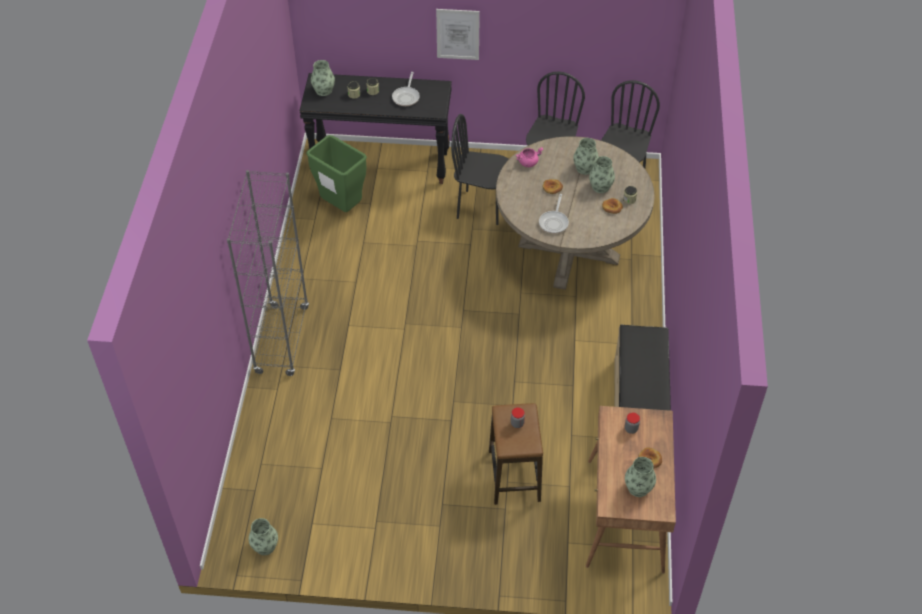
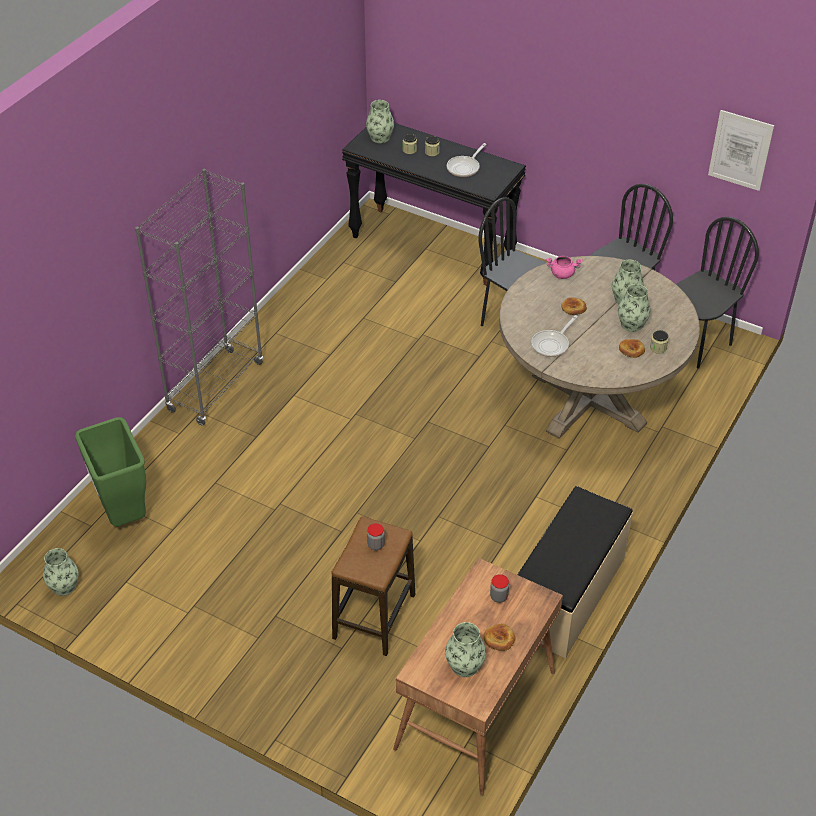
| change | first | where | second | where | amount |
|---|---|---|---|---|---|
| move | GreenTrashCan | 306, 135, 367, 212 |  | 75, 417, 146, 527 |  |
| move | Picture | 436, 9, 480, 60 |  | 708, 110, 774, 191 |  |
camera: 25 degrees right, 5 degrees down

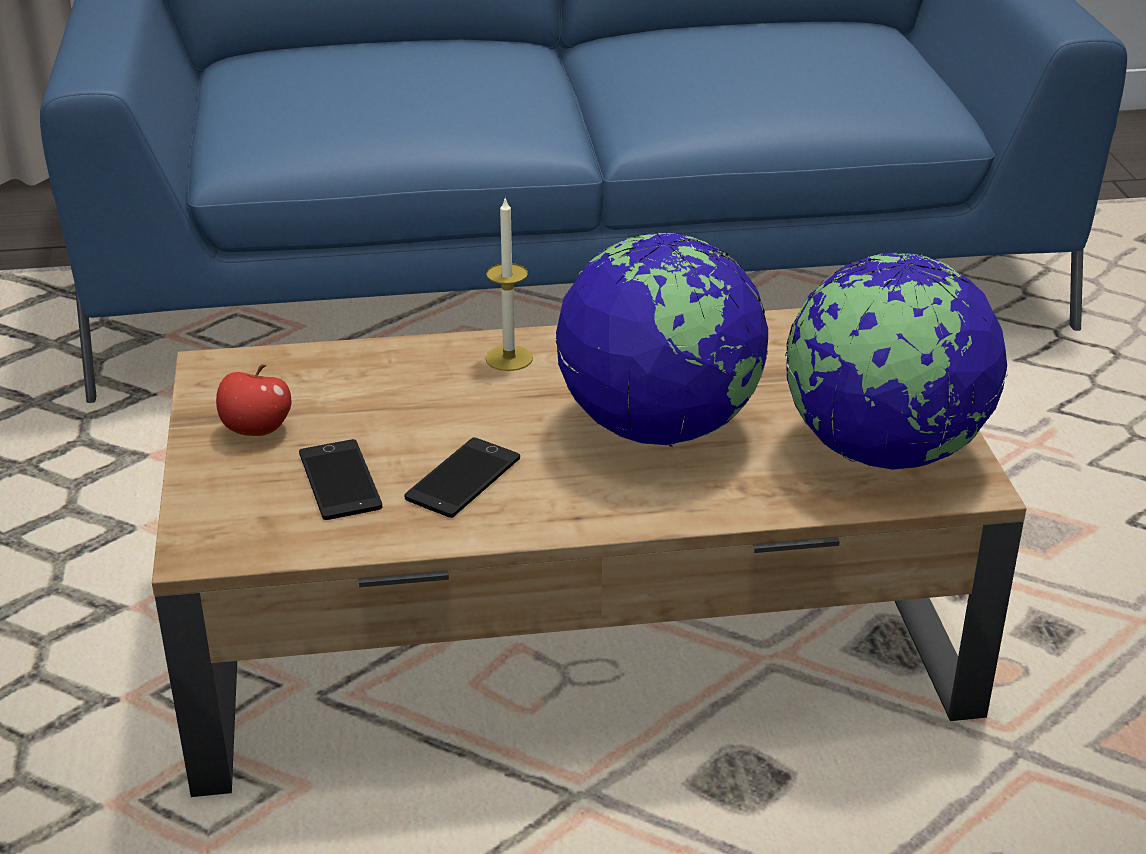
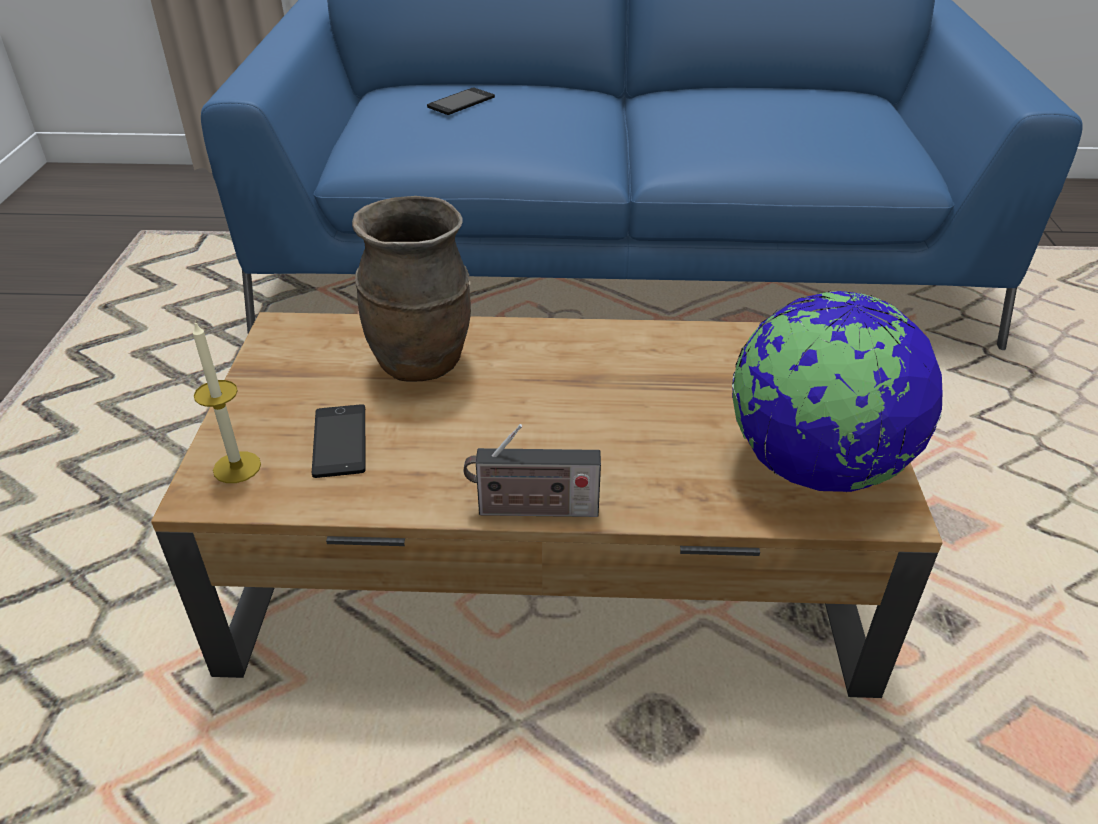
| change | first | where | second | where | amount |
|---|---|---|---|---|---|
| delete | Apple | 216, 364, 291, 436 |  |  |  |
| delete | Globe | 555, 232, 768, 447 |  |  |  |
| insert |  |  | BrownVase | 352, 196, 471, 382 |  |
| insert |  |  | Radio | 463, 424, 601, 517 |  |
| move | Phone | 405, 437, 520, 518 |  | 427, 88, 495, 115 |  |
| move | Candle | 485, 197, 533, 371 |  | 193, 321, 261, 483 |  |
camera: 10 degrees right, 5 degrees up

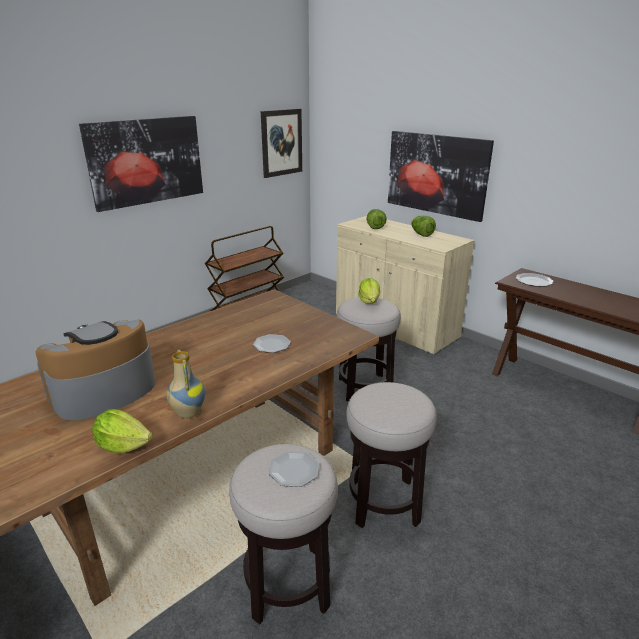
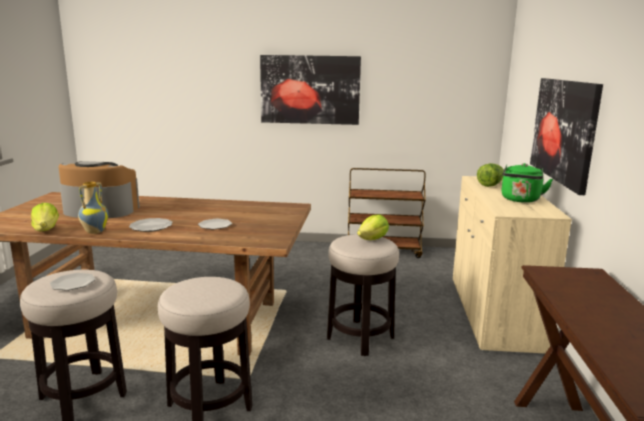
| change | first | where | second | where | amount |
|---|---|---|---|---|---|
| delete | Picture | 261, 109, 302, 178 |  |  |  |
| move | Plate | 515, 273, 554, 287 |  | 129, 218, 173, 232 |  |
| replace | Lettuce | 411, 216, 436, 237 | GreenKettle | 502, 163, 553, 203 |  |
camera: 50 degrees right, 10 degrees down

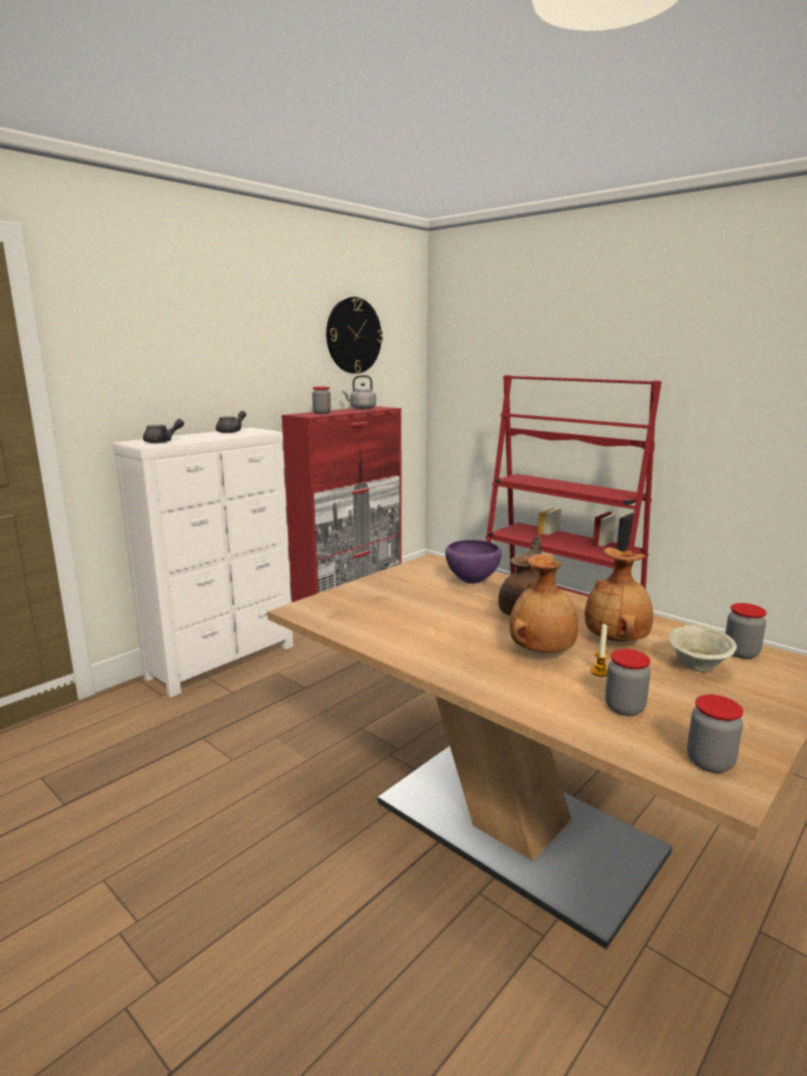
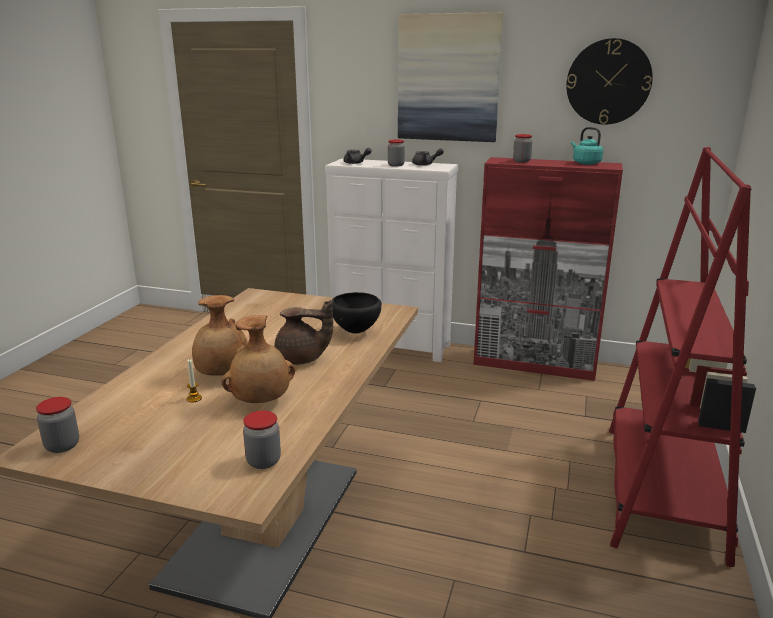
| change | first | where | second | where | amount |
|---|---|---|---|---|---|
| delete | BeigeBowl | 669, 625, 737, 672 |  |  |  |
| insert |  |  | Picture | 398, 12, 504, 142 |  |
| move | Jar | 605, 649, 651, 716 |  | 388, 140, 405, 167 |  |
| recolor | GreyKettle | 342, 375, 376, 409 | TurquoiseKettle | 571, 127, 603, 165 |  |
| recolor | PurpleBowl | 445, 540, 502, 584 | BlackBowl | 332, 292, 382, 333 |  |
camera: 65 degrees right, 5 degrees up

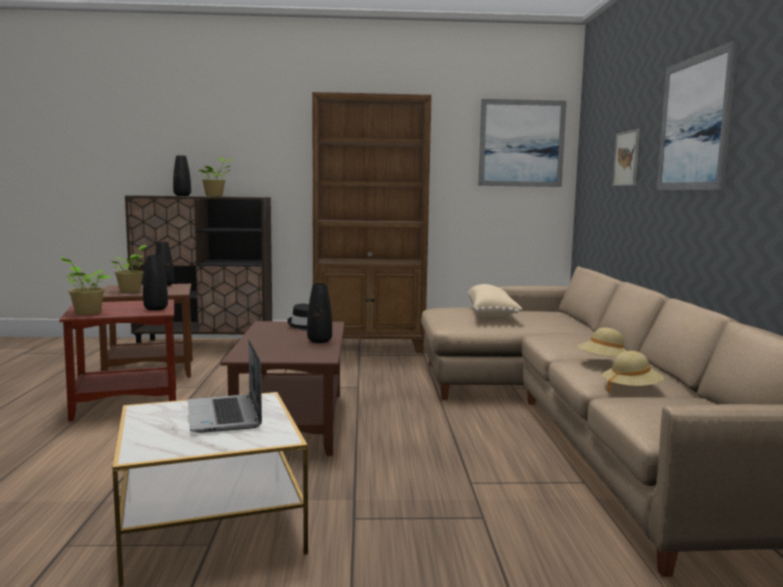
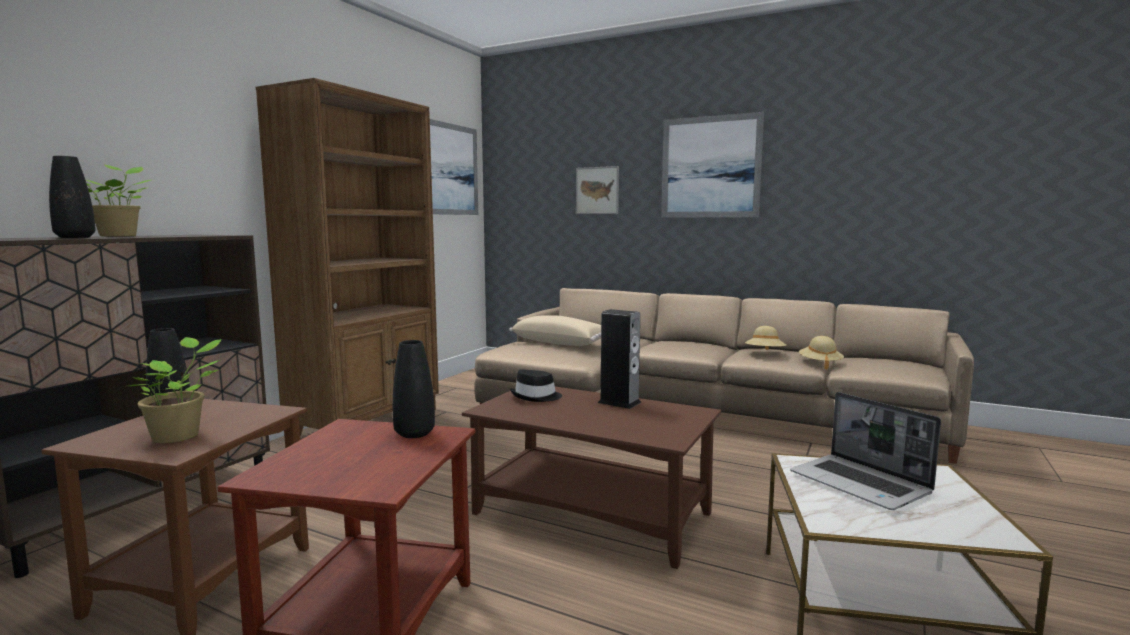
| change | first | where | second | where | amount |
|---|---|---|---|---|---|
| delete | PottedPlant | 61, 257, 111, 315 |  |  |  |
| replace | BlackVase | 307, 283, 332, 343 | Speaker | 598, 309, 641, 409 |  |
| rotate | Laptop | 188, 339, 262, 433 |  | 790, 392, 941, 510 | 45 degrees clockwise |
camera: 60 degrees left, 0 degrees up

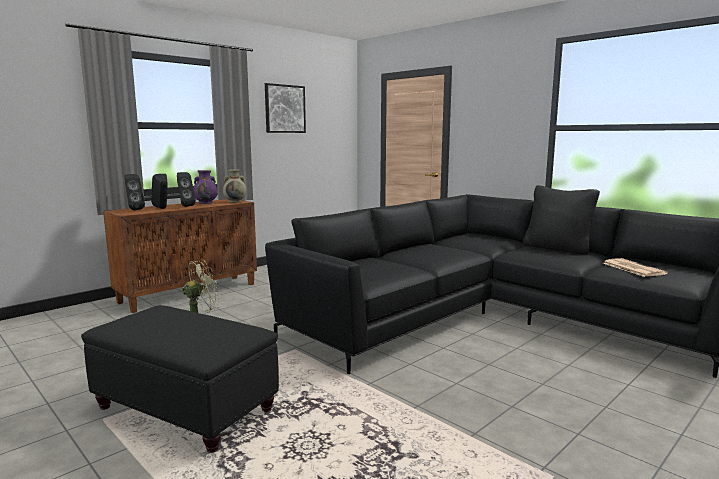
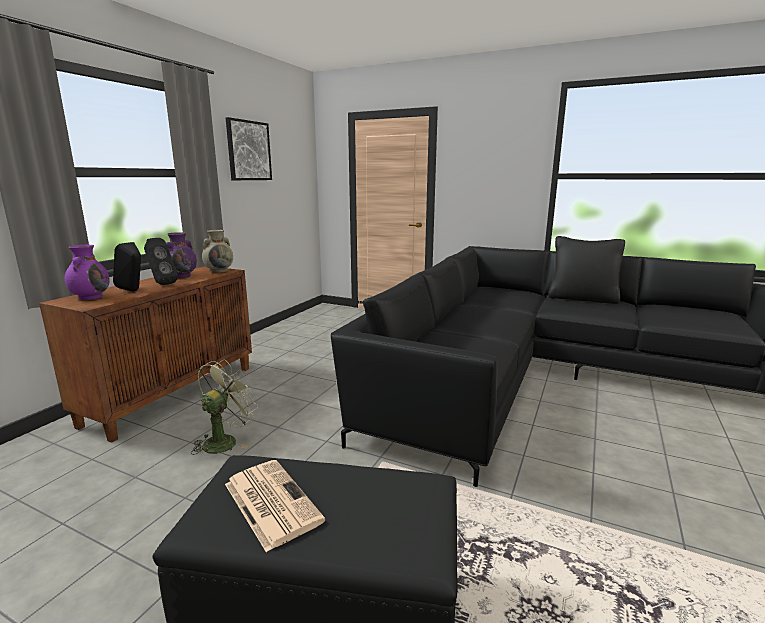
| change | first | where | second | where | amount |
|---|---|---|---|---|---|
| move | Newspaper | 603, 258, 668, 277 |  | 225, 460, 325, 552 |  |
| replace | BlackSpeaker | 124, 174, 145, 211 | PurpleVase | 65, 245, 110, 300 |  |
camera: 20 degrees left, 5 degrees up

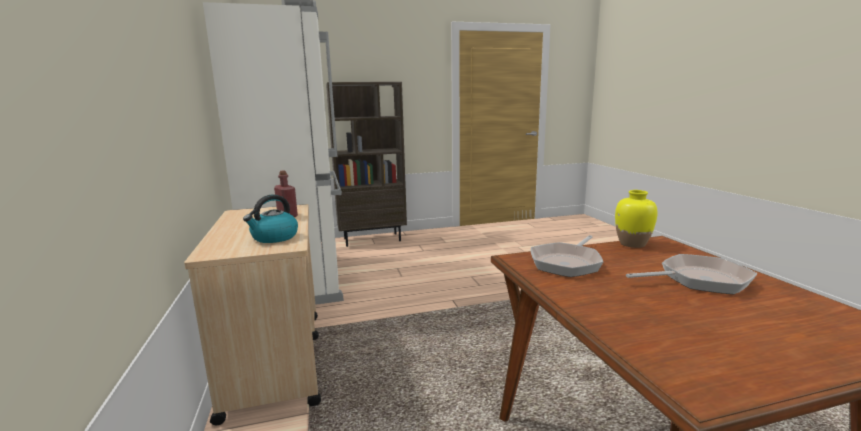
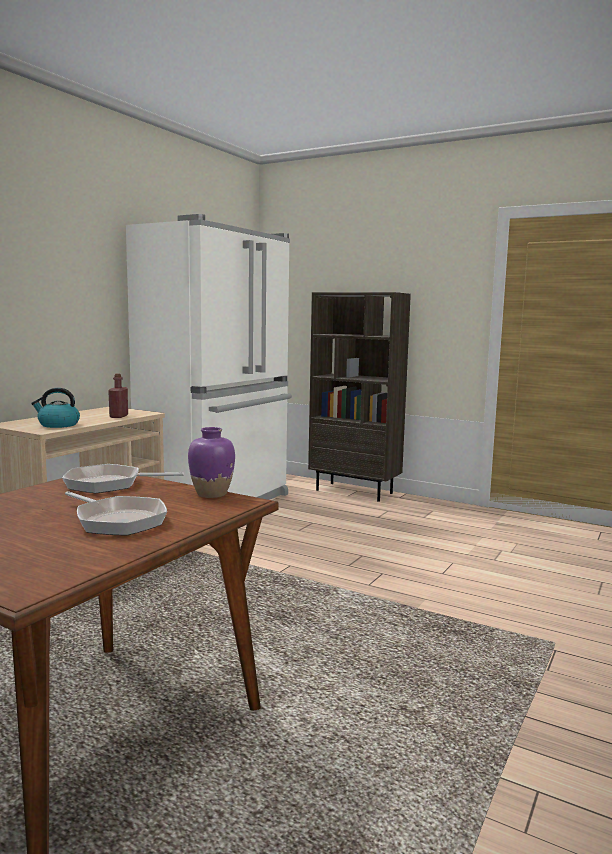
| change | first | where | second | where | amount |
|---|---|---|---|---|---|
| recolor | YellowVase | 615, 190, 658, 248 | PurpleVase | 188, 427, 235, 498 |  |
camera: 45 degrees right, 5 degrees down

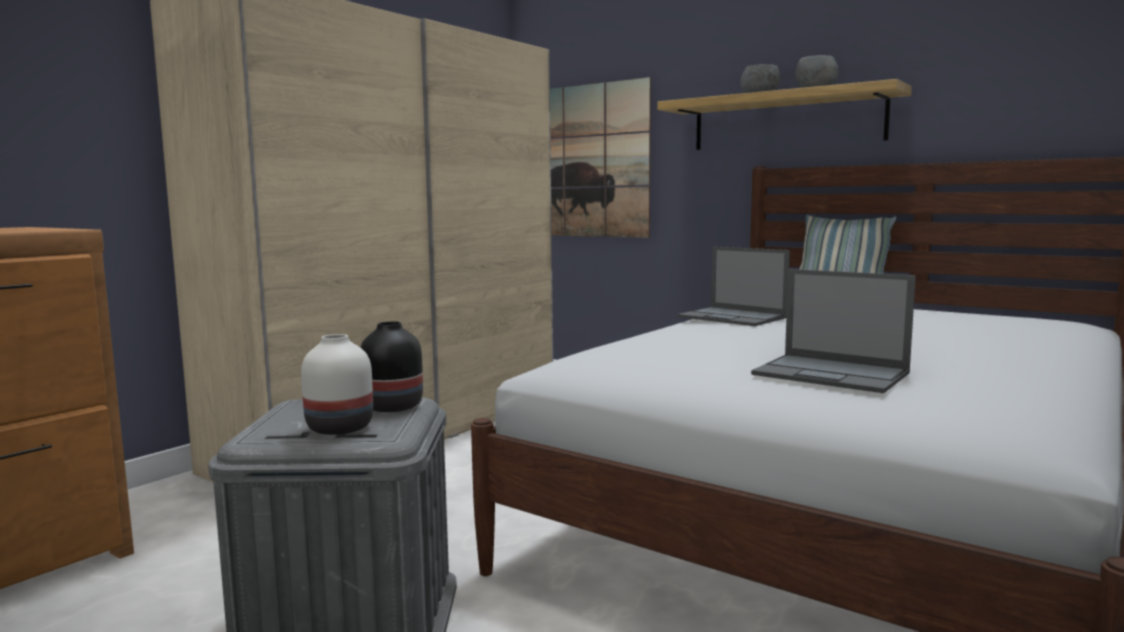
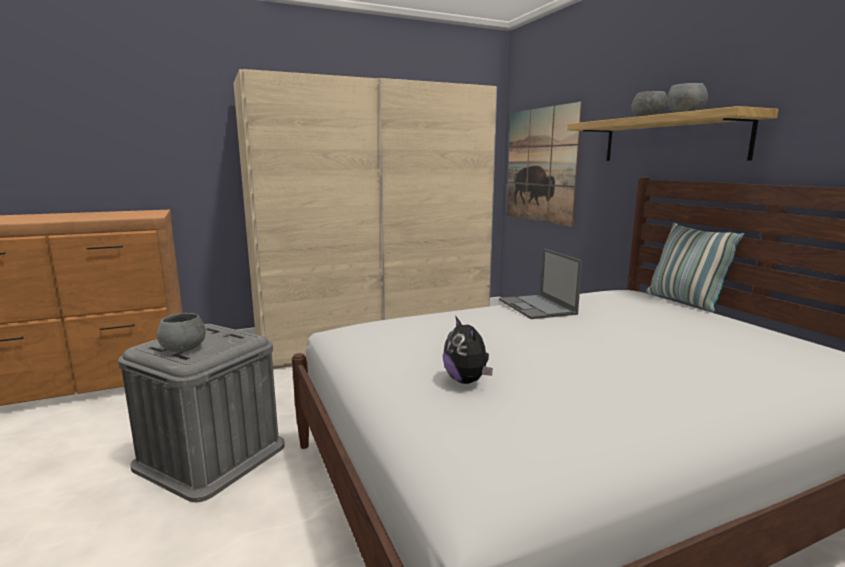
| change | first | where | second | where | amount |
|---|---|---|---|---|---|
| delete | BlackVase | 360, 321, 423, 412 |  |  |  |
| replace | WhiteVase | 301, 334, 373, 435 | GreyBowl | 157, 313, 206, 352 |  |
| replace | Laptop | 751, 269, 916, 393 | PlushToy | 443, 317, 493, 384 |  |
camera: 30 degrees right, 5 degrees up

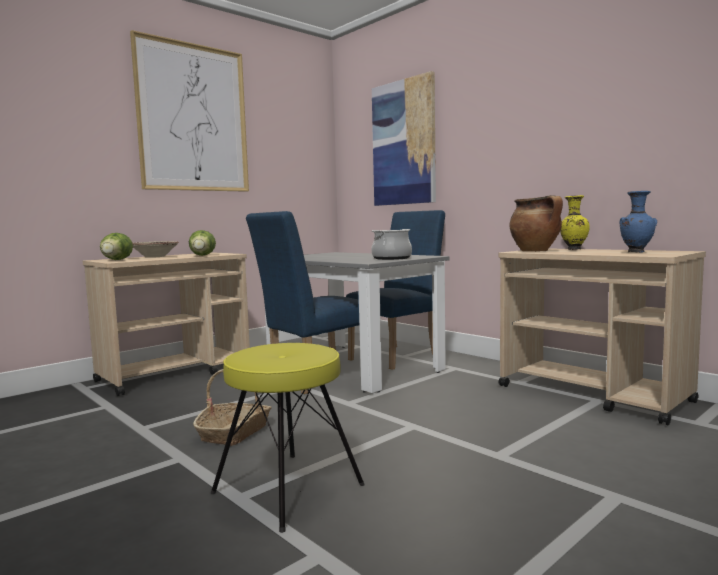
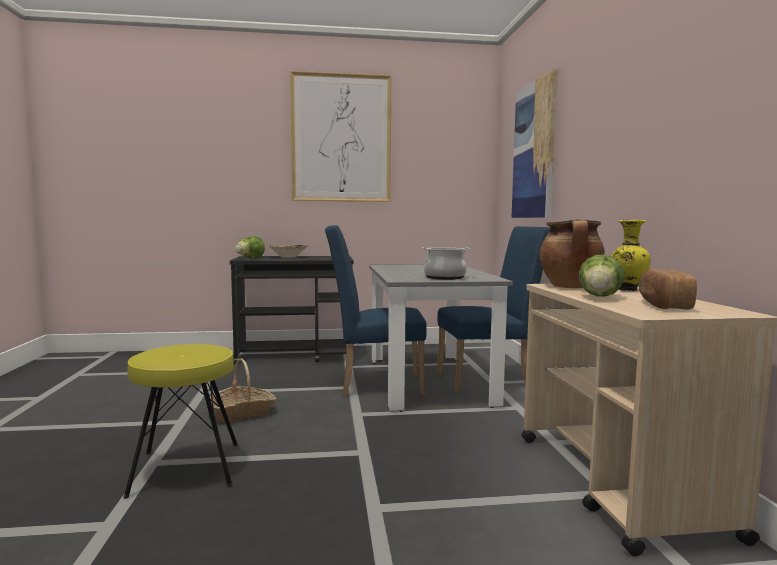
| change | first | where | second | where | amount |
|---|---|---|---|---|---|
| move | Lettuce | 189, 230, 216, 256 |  | 579, 254, 625, 297 |  |
| replace | BlueVase | 619, 191, 657, 253 | Bread | 639, 268, 697, 310 |  |
| recolor | BeigeCart | 83, 252, 250, 396 | BlackCart | 230, 256, 354, 365 |  |
camera: 35 degrees right, 0 degrees up

